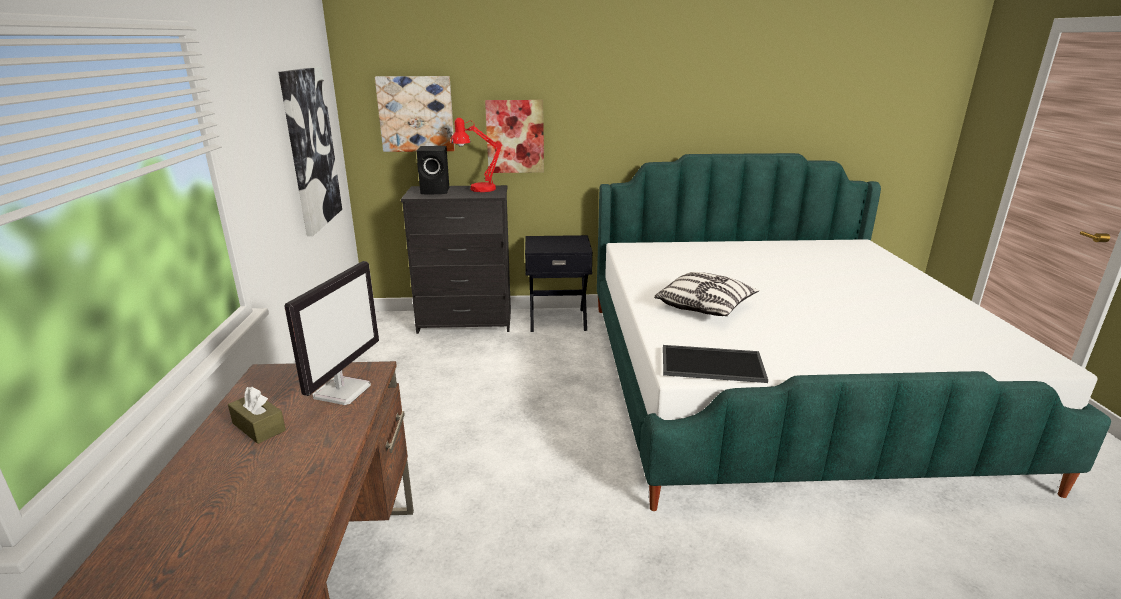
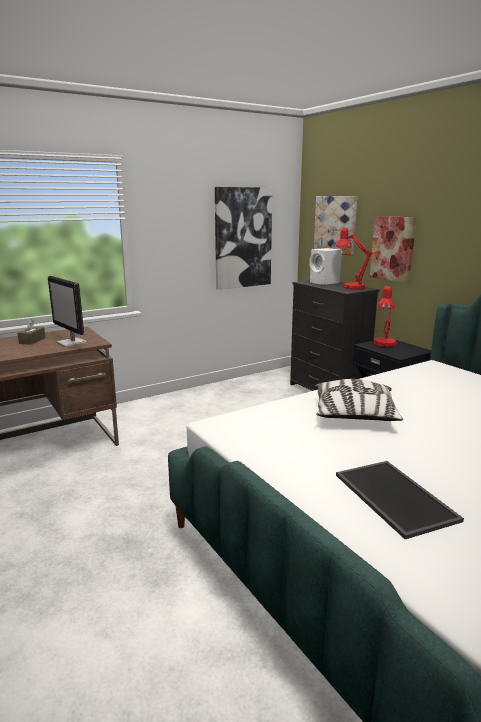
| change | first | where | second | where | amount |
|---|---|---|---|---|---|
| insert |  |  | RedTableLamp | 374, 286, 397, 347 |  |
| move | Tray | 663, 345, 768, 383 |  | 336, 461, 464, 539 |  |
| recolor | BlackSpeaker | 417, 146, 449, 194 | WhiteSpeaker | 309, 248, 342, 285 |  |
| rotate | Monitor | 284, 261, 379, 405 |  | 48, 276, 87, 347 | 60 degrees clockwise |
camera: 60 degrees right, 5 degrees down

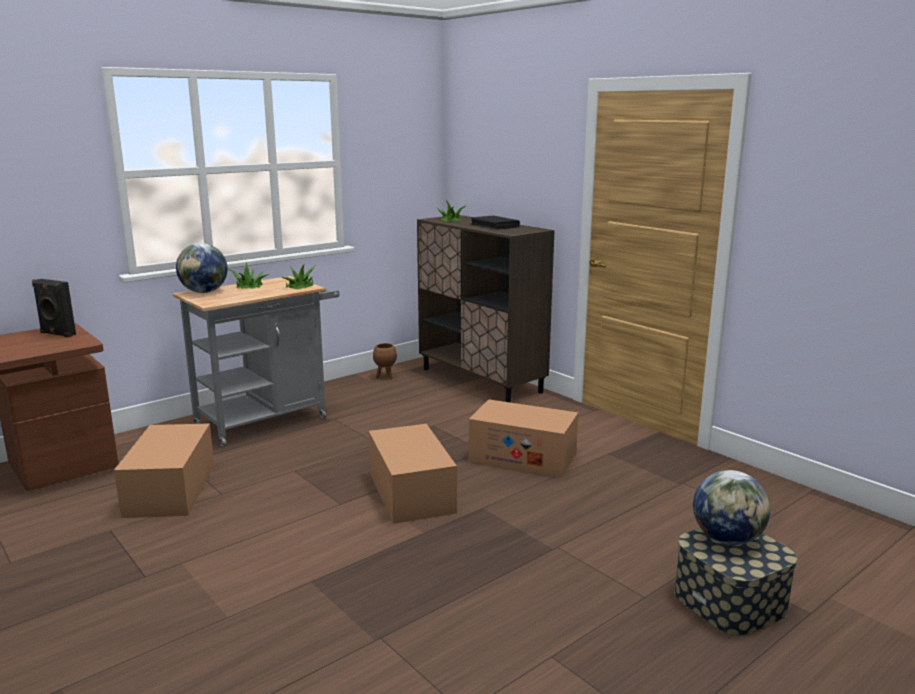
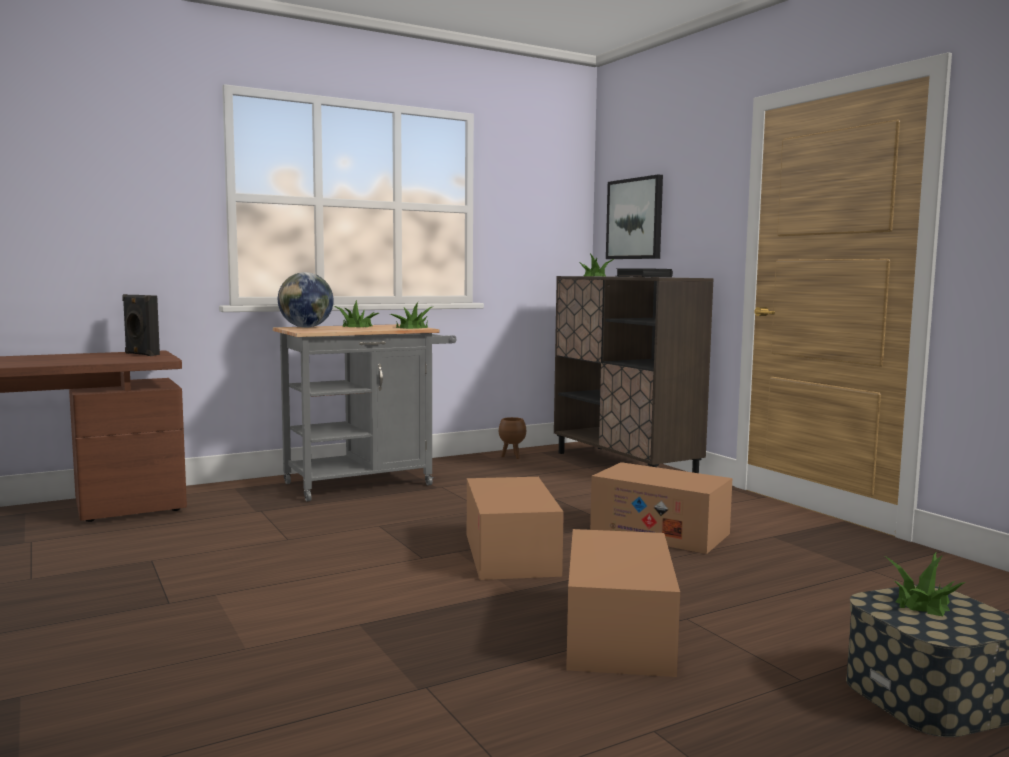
| change | first | where | second | where | amount |
|---|---|---|---|---|---|
| insert |  |  | Picture | 606, 174, 663, 259 |  |
| move | CardboardBox | 114, 423, 214, 518 |  | 566, 529, 680, 677 |  |
| replace | Globe | 693, 470, 770, 545 | PottedPlant | 883, 553, 966, 616 |  |
camera: 10 degrees right, 10 degrees down

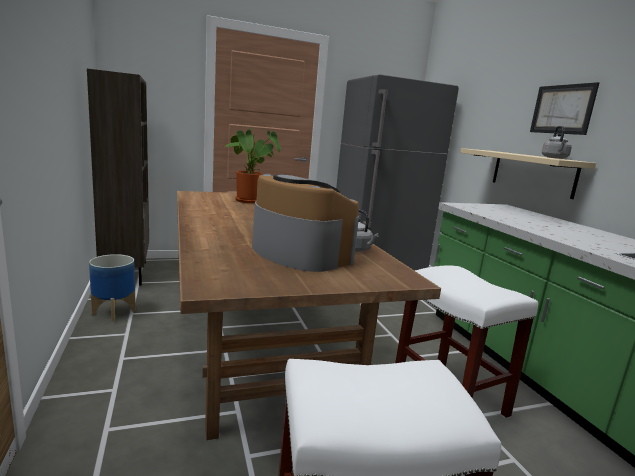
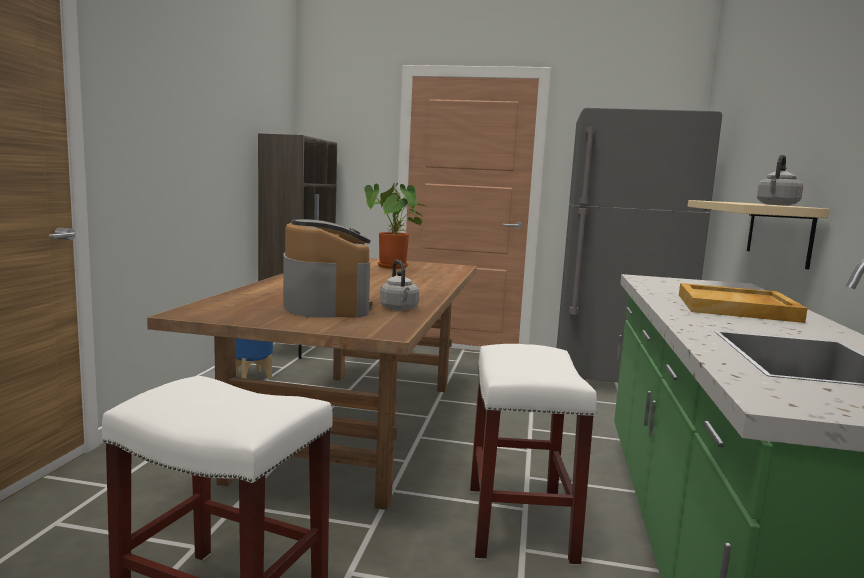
| change | first | where | second | where | amount |
|---|---|---|---|---|---|
| delete | Picture | 530, 82, 599, 135 |  |  |  |
| insert |  |  | BeigeTray | 679, 283, 808, 323 |  |
camera: 30 degrees right, 5 degrees down

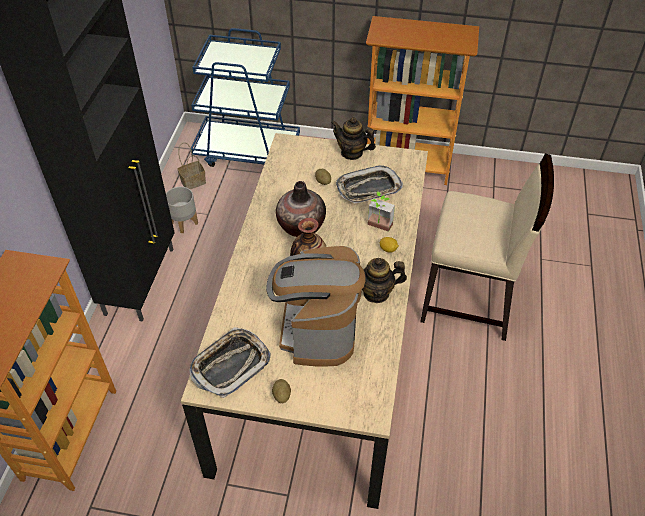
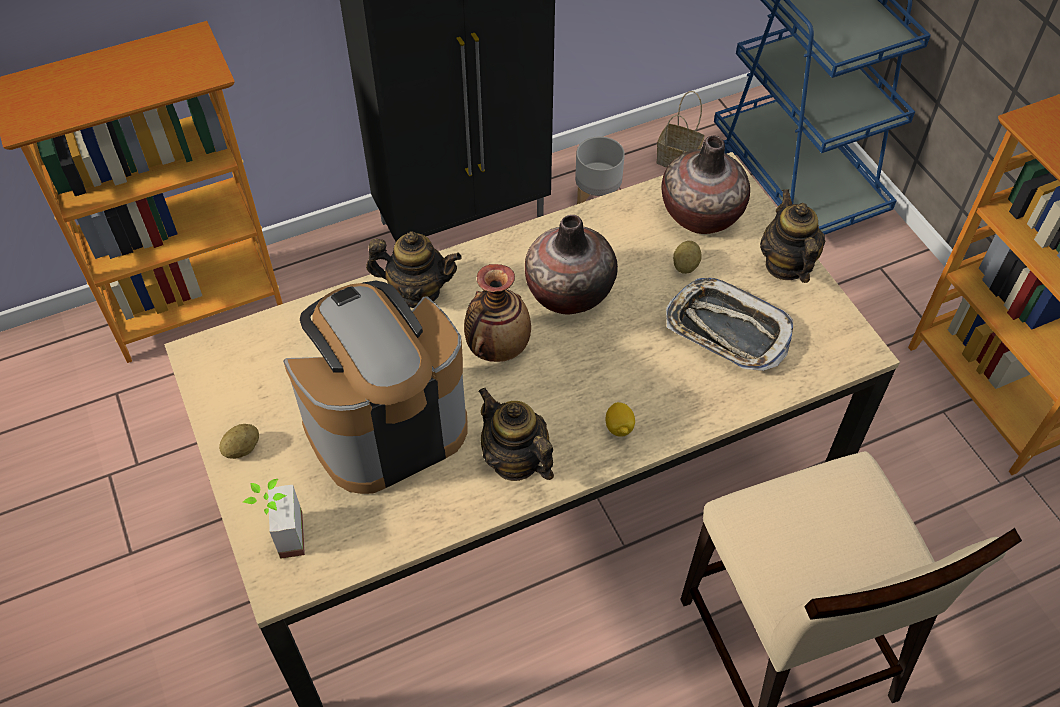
| change | first | where | second | where | amount |
|---|---|---|---|---|---|
| delete | Tray | 189, 327, 271, 398 |  |  |  |
| insert |  |  | Teapot | 366, 231, 462, 308 |  |
| insert |  |  | Vase | 662, 136, 750, 234 |  |
| move | PottedPlant | 368, 191, 395, 232 |  | 243, 479, 305, 559 |  |
camera: 55 degrees right, 5 degrees up

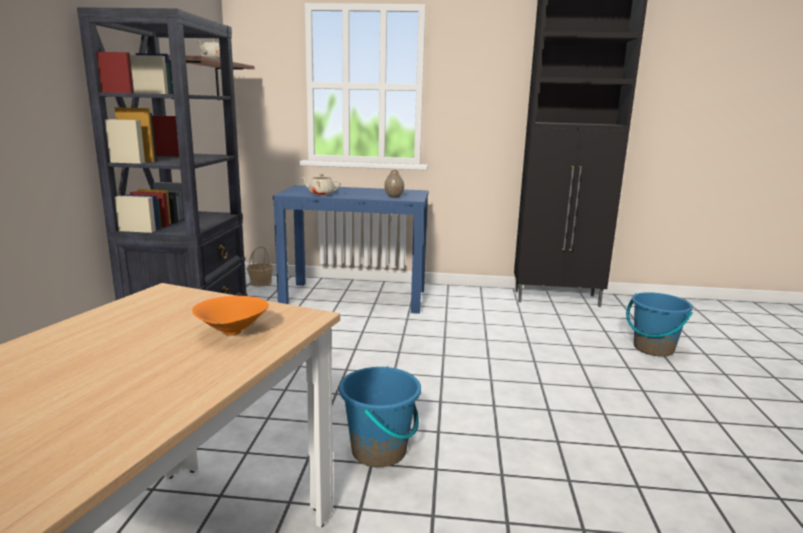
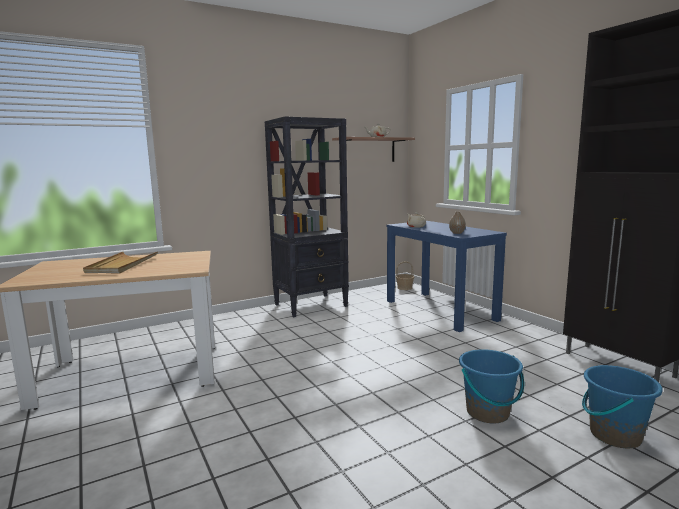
| change | first | where | second | where | amount |
|---|---|---|---|---|---|
| delete | OrangeBowl | 192, 296, 269, 336 |  |  |  |
| insert |  |  | BeigeTray | 83, 252, 158, 273 |  |
| move | BlueBucket | 339, 366, 421, 467 |  | 459, 349, 524, 423 |  |
camera: 55 degrees right, 5 degrees down

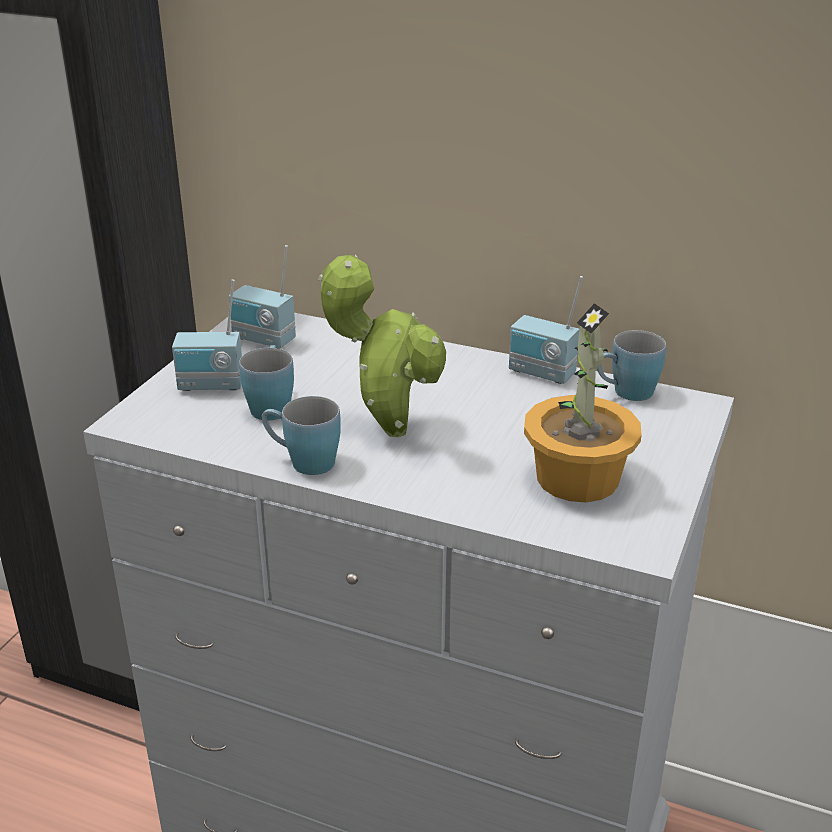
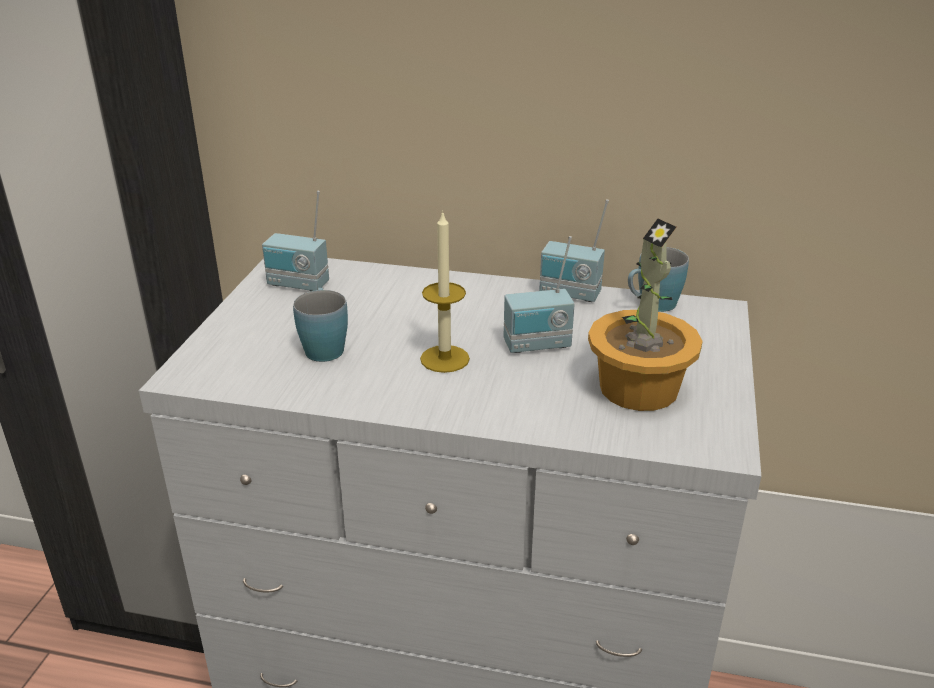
| change | first | where | second | where | amount |
|---|---|---|---|---|---|
| delete | BlueMug | 262, 396, 341, 475 |  |  |  |
| move | Radio | 172, 279, 242, 391 |  | 504, 236, 575, 353 |  |
| replace | PottedPlant | 318, 255, 446, 437 | Candle | 420, 210, 470, 373 |  |
camera: 10 degrees left, 0 degrees up

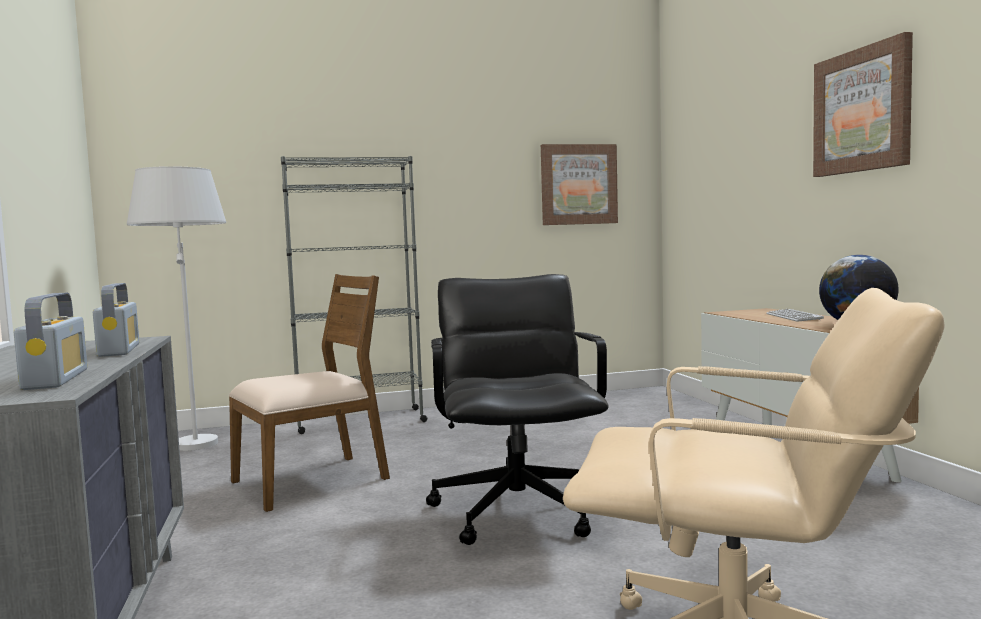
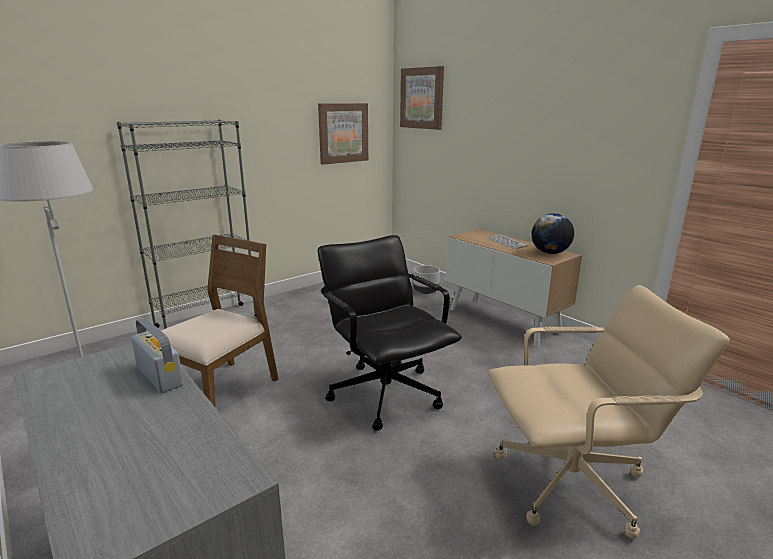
| change | first | where | second | where | amount |
|---|---|---|---|---|---|
| delete | Radio | 14, 293, 88, 390 |  |  |  |
| insert |  |  | GreyPlanter | 413, 265, 440, 294 |  |
| move | Picture | 813, 32, 913, 177 |  | 400, 66, 444, 130 |  |
camera: 25 degrees left, 15 degrees up

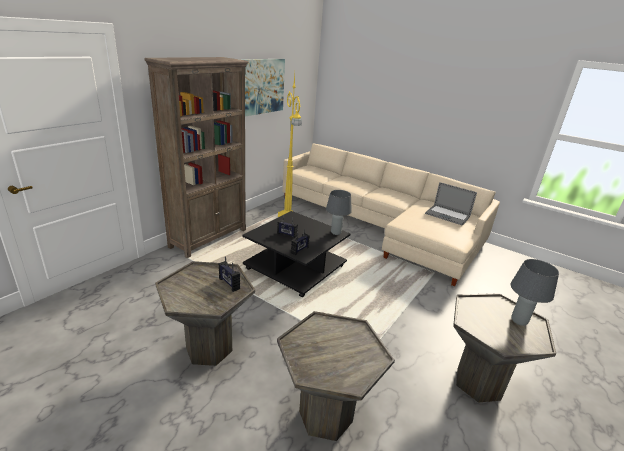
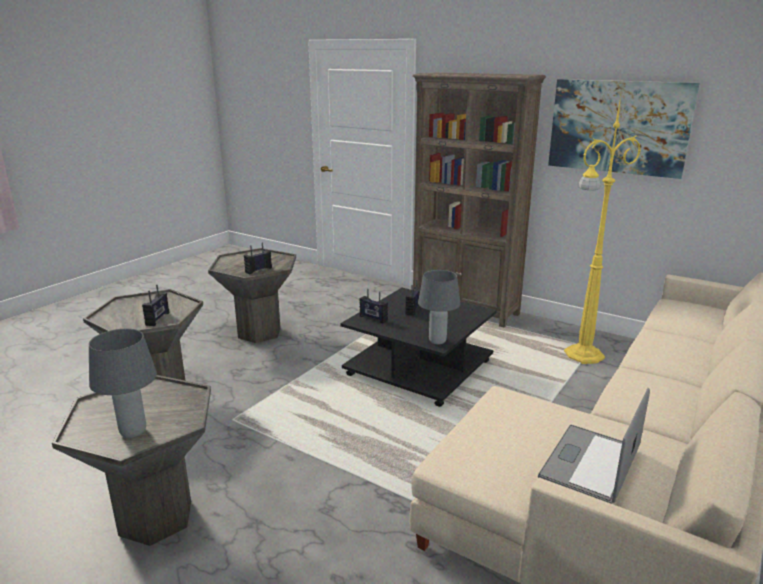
| change | first | where | second | where | amount |
|---|---|---|---|---|---|
| insert |  |  | Radio | 142, 285, 169, 326 |  |
camera: 90 degrees right, 5 degrees down

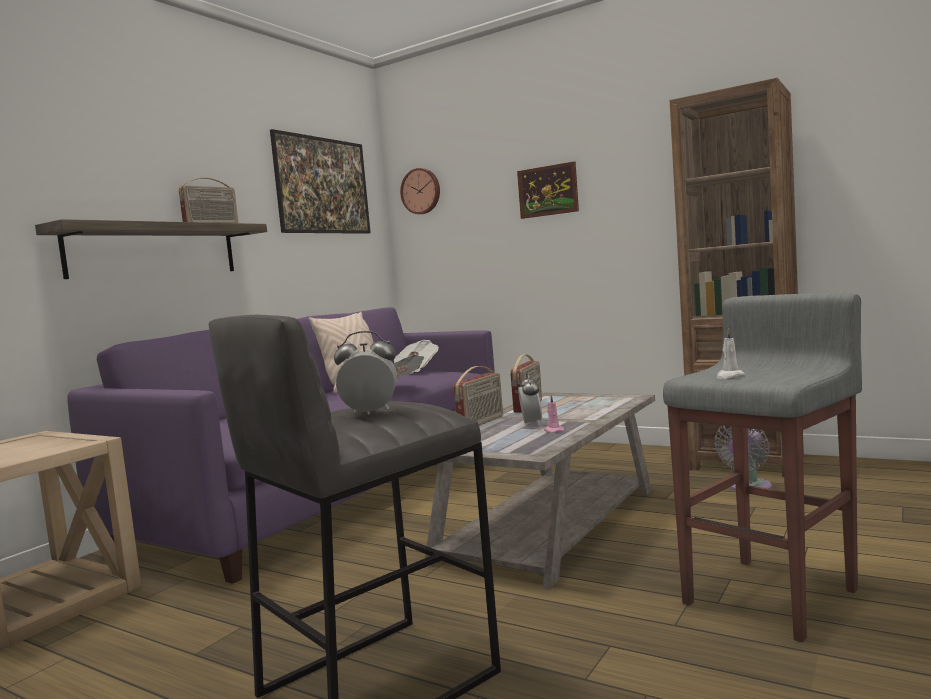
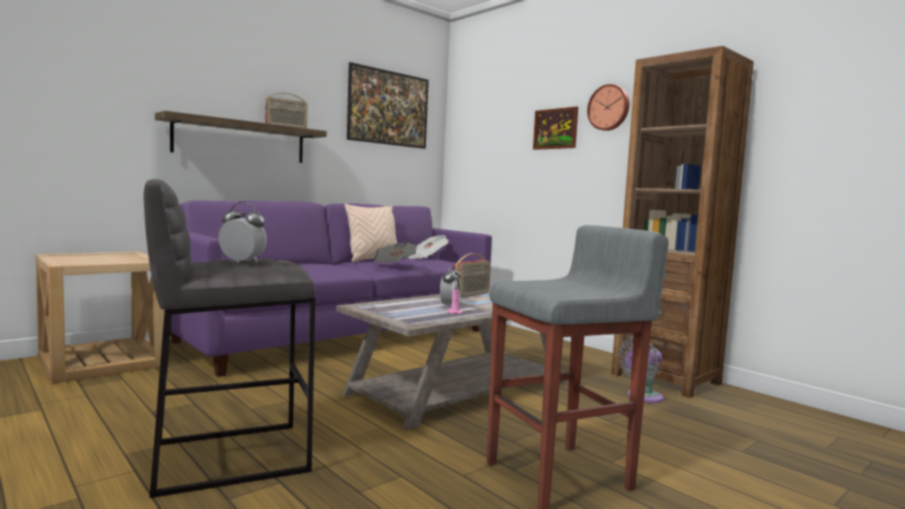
| change | first | where | second | where | amount |
|---|---|---|---|---|---|
| delete | Radio | 453, 366, 503, 426 |  |  |  |
| delete | WhiteCandle | 717, 328, 745, 379 |  |  |  |
| move | WallClock | 400, 168, 440, 214 |  | 587, 84, 629, 131 |  |
camera: 15 degrees right, 0 degrees up

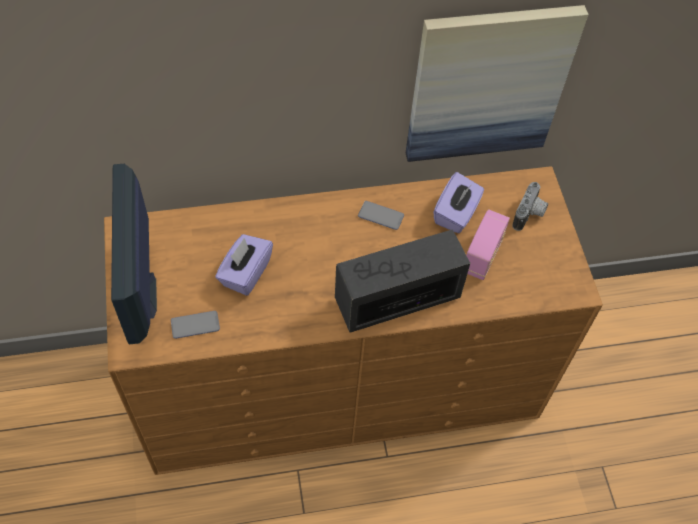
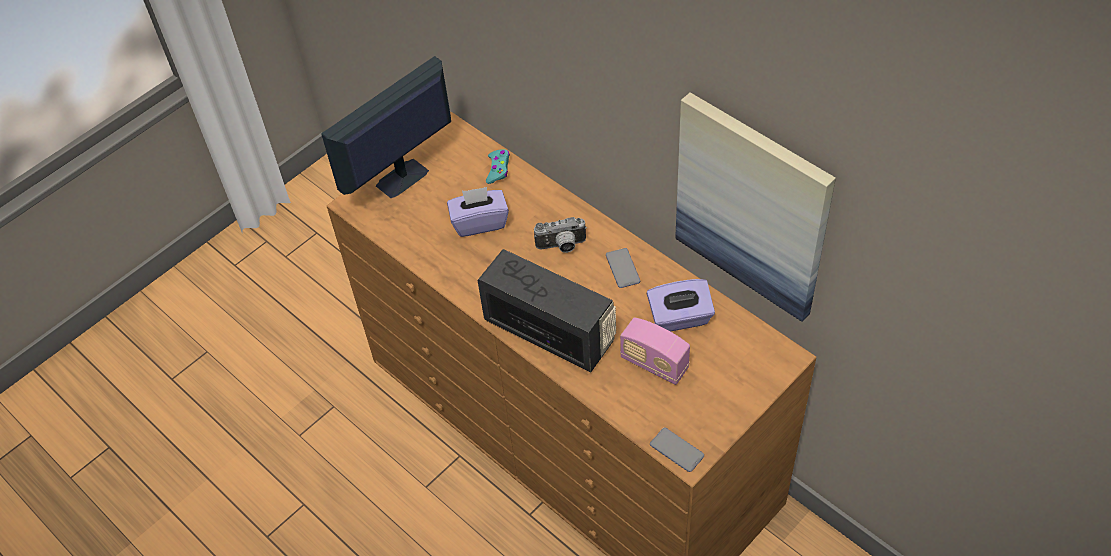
| change | first | where | second | where | amount |
|---|---|---|---|---|---|
| insert |  |  | TurquoiseGameController | 486, 149, 510, 184 |  |
| move | Phone | 171, 311, 220, 339 |  | 650, 428, 704, 472 |  |
| move | PhotoCamera | 512, 182, 548, 231 |  | 534, 217, 587, 253 |  |
| rotate | Radio | 466, 209, 510, 280 |  | 620, 318, 690, 385 | 45 degrees clockwise |
camera: 60 degrees right, 5 degrees down

